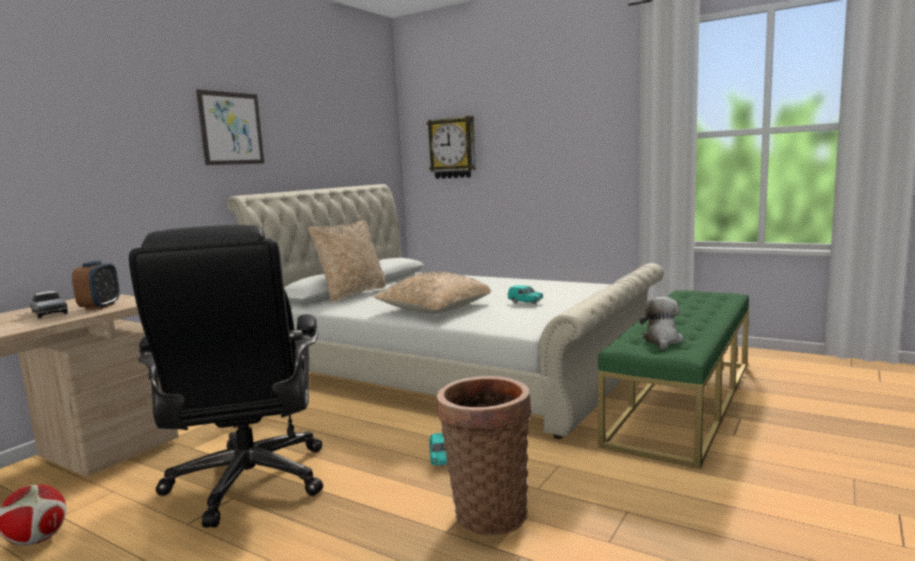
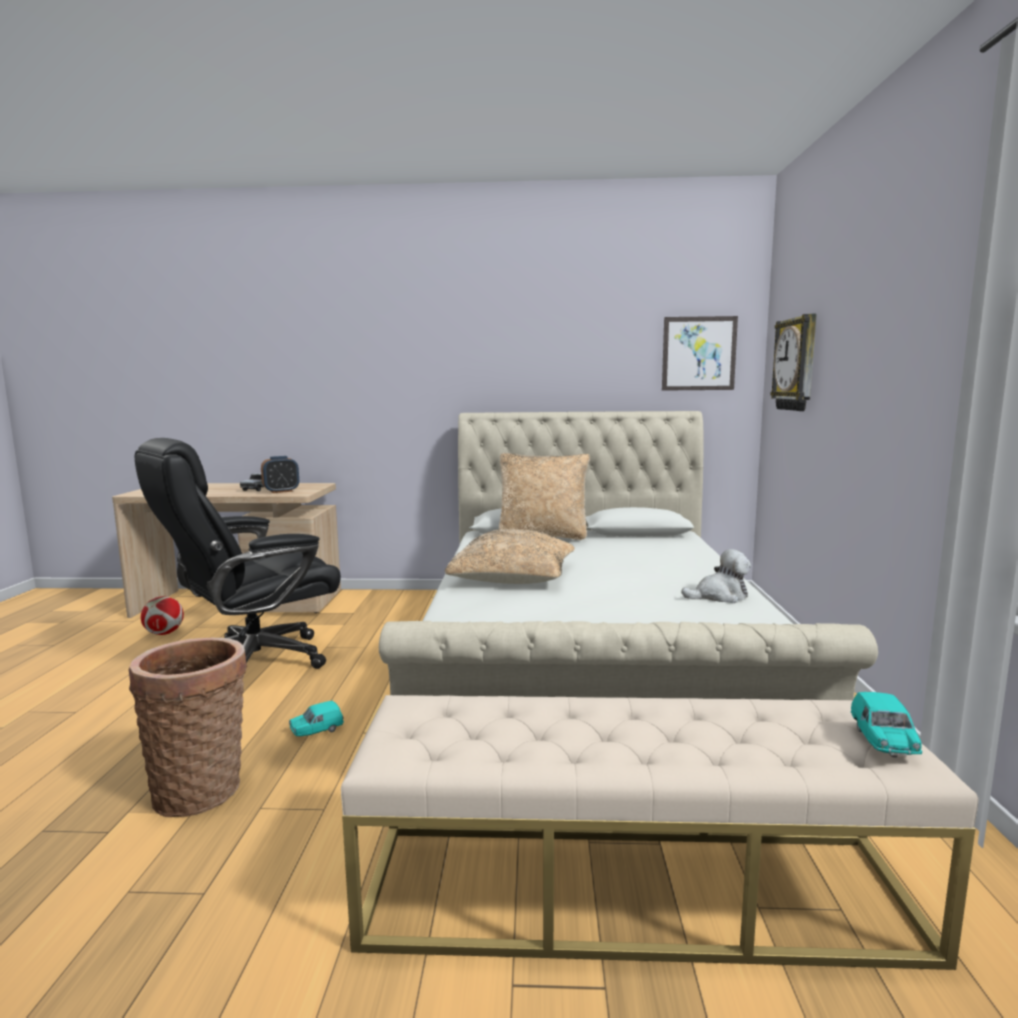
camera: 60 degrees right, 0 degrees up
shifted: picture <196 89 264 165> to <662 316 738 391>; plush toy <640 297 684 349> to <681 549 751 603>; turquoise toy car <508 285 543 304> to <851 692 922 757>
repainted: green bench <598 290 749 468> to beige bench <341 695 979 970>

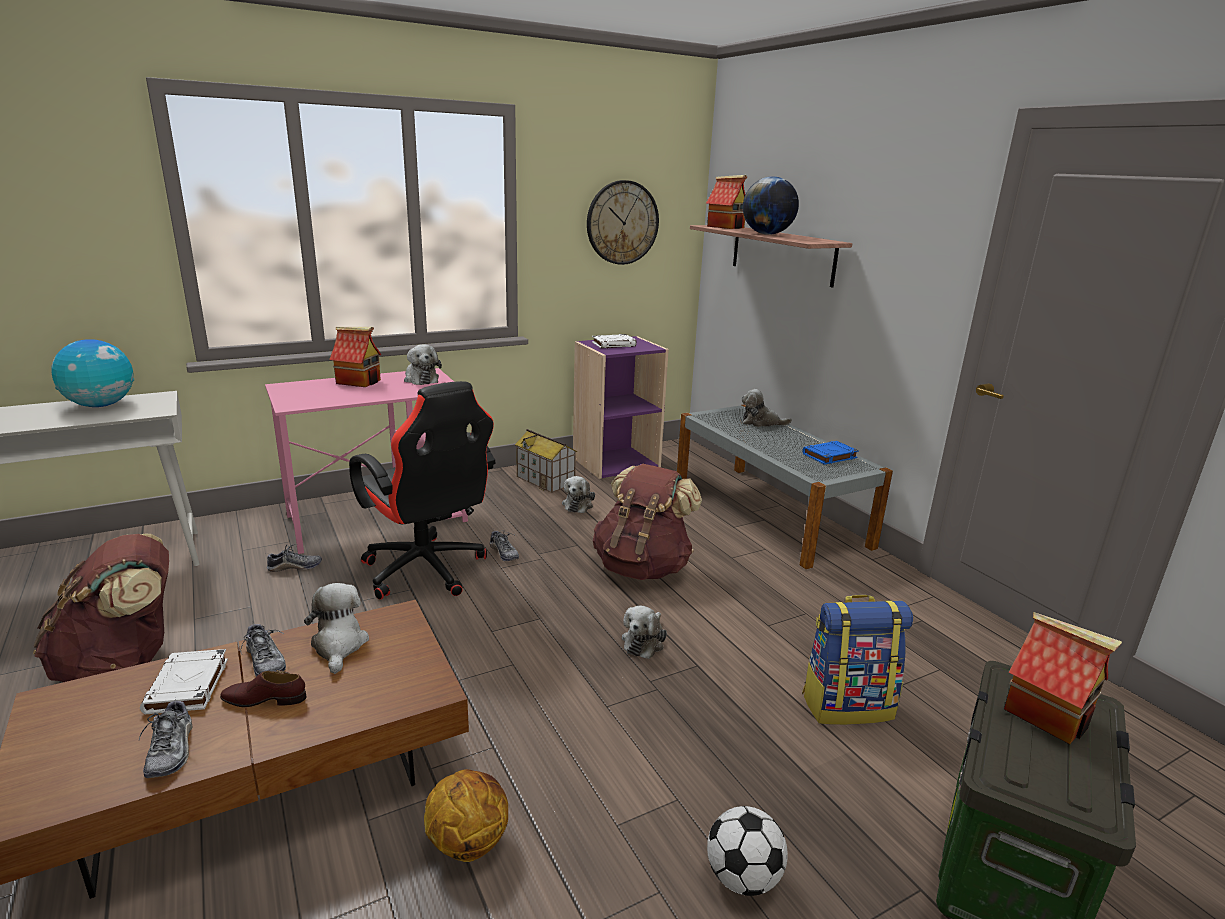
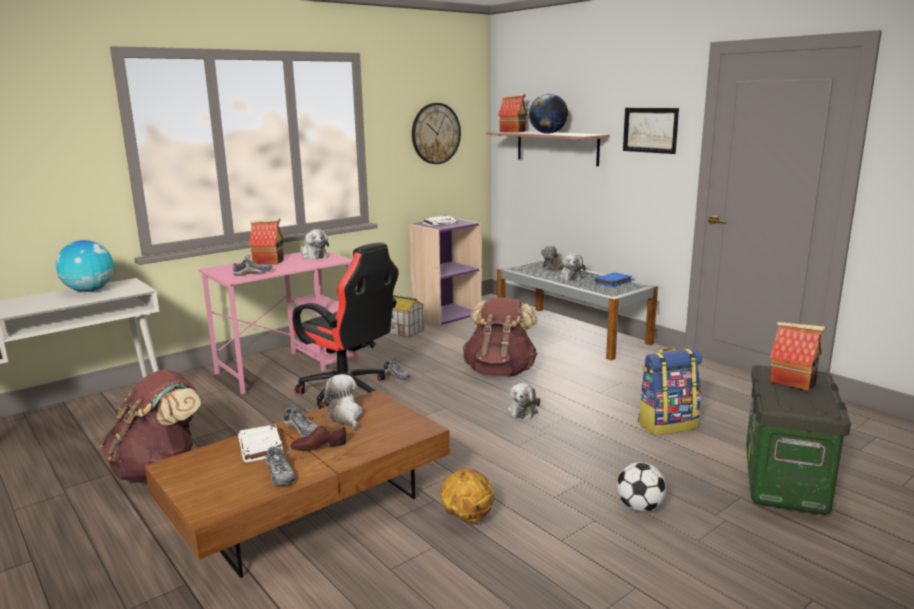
camera: 10 degrees left, 5 degrees down
new: picture <623 108 679 154>
shifted: shoe <267 544 322 572> to <233 255 272 276>; plush toy <562 476 595 513> to <559 253 586 281>

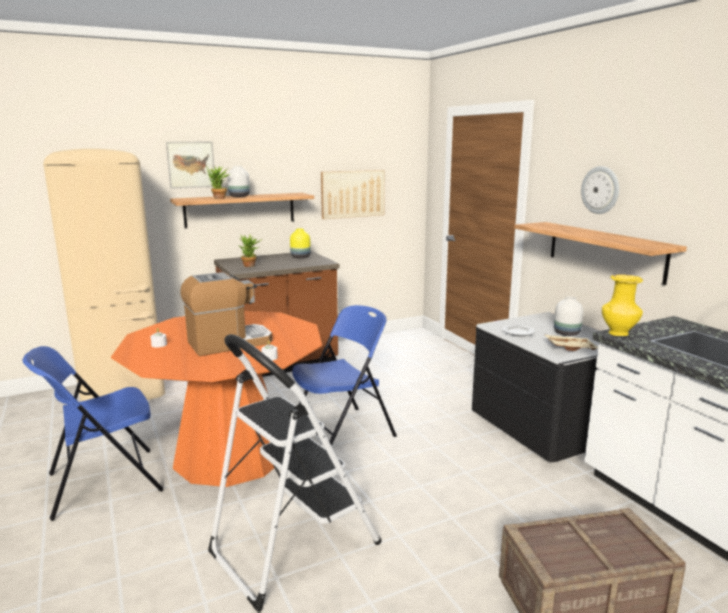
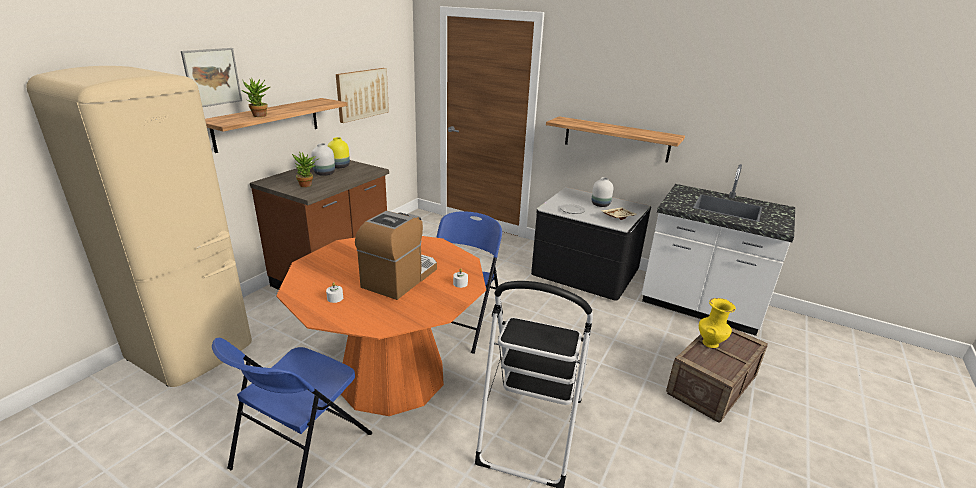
camera: 35 degrees left, 10 degrees up
gone: wall clock <581 166 619 214>
shifted: white vase <227 166 250 197> to <311 143 335 176>; yellow vase <602 274 643 336> to <699 298 736 348>

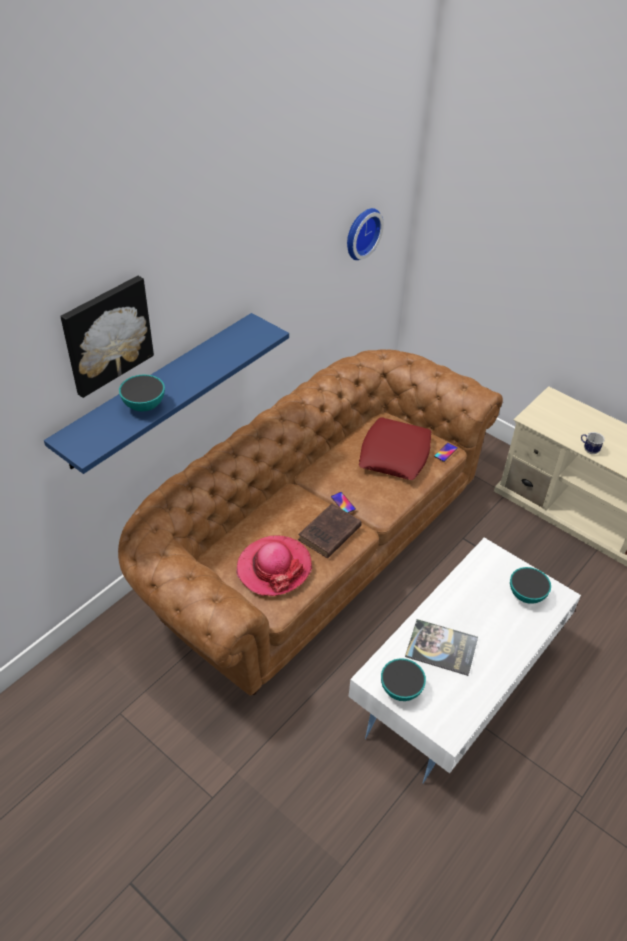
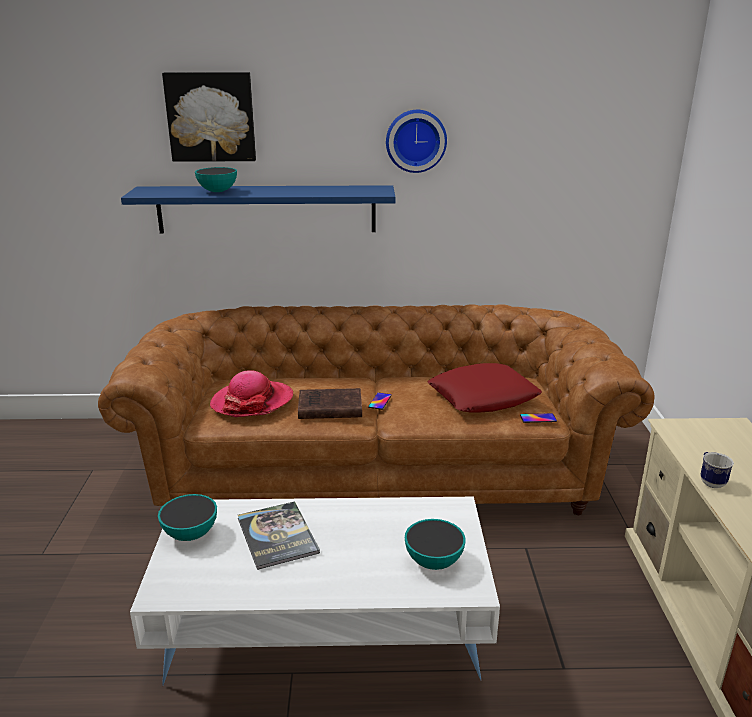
camera: 50 degrees right, 20 degrees down
shifted: wall clock <347 208 384 260> to <386 110 447 173>

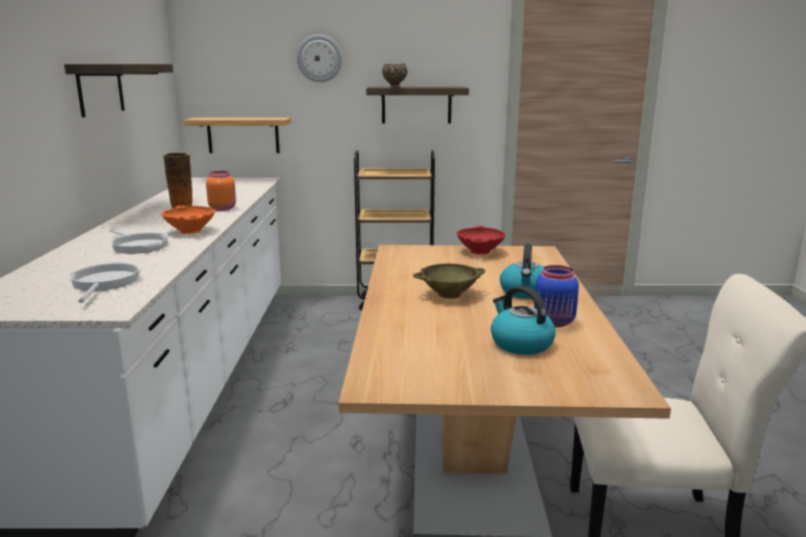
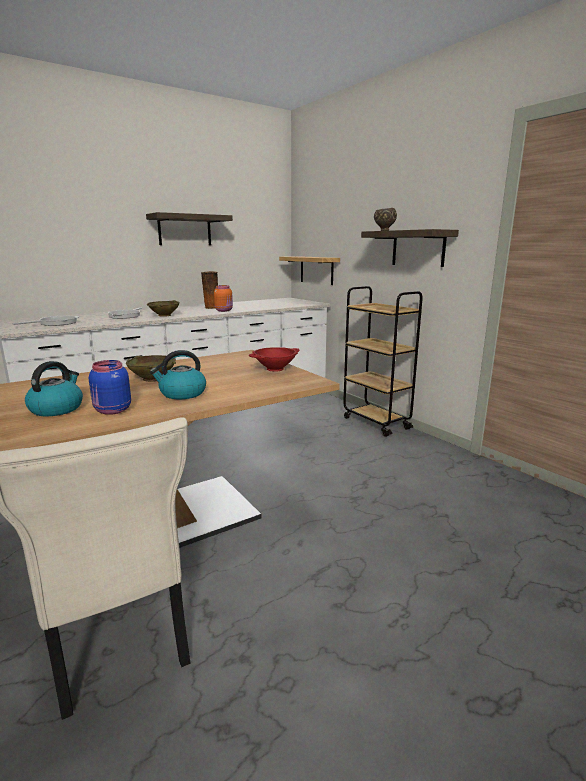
camera: 55 degrees right, 0 degrees up
gone: wall clock <297 34 342 82>
repainted: orange bowl <161 205 215 234> to beige bowl <147 300 179 317>

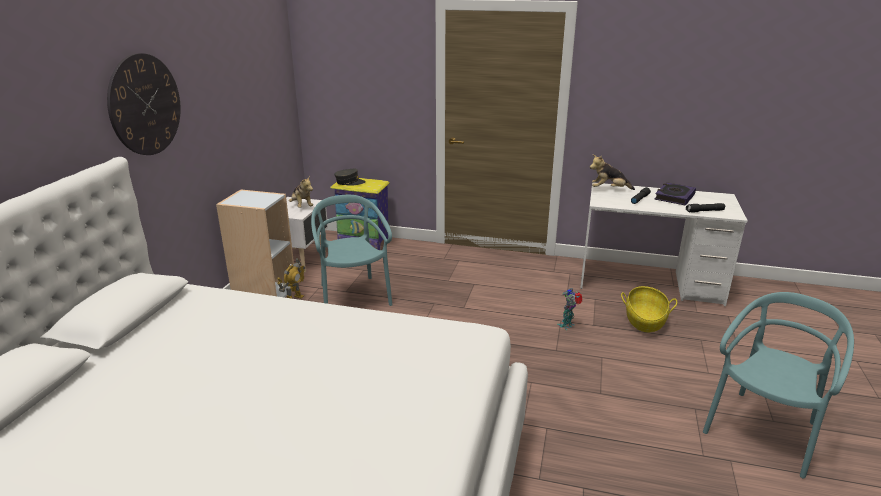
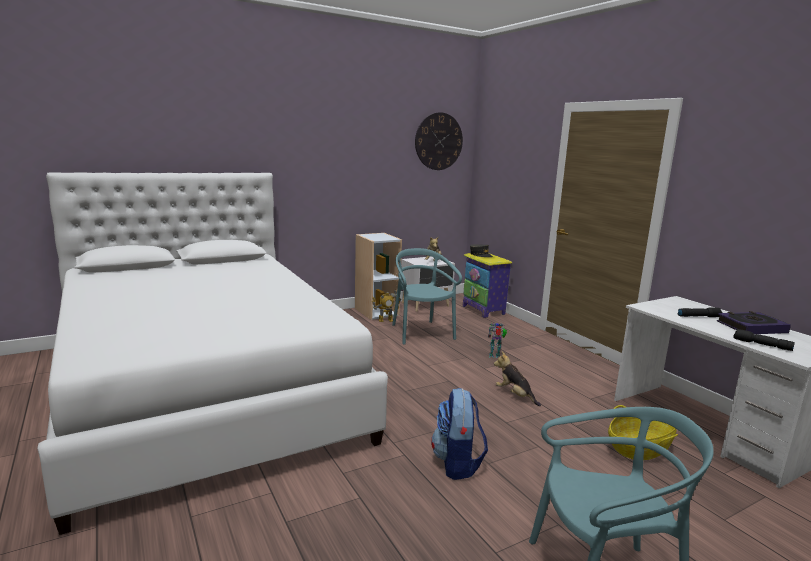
camera: 45 degrees right, 10 degrees down
new: backpack <431 388 488 480>
shifted: wall clock <107 53 181 155> to <415 112 463 170>; toy robot <557 288 582 330> to <488 323 507 358>; plush toy <590 155 635 190> to <494 352 541 406>
rotated: turquoise chair <311 195 392 306> = <392 248 462 345> 45 degrees counterclockwise

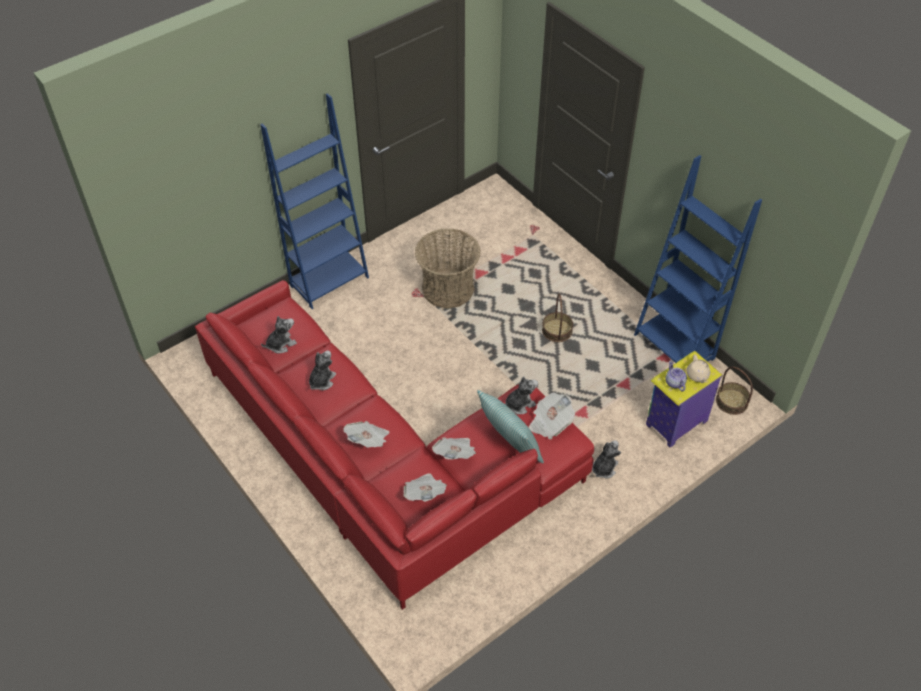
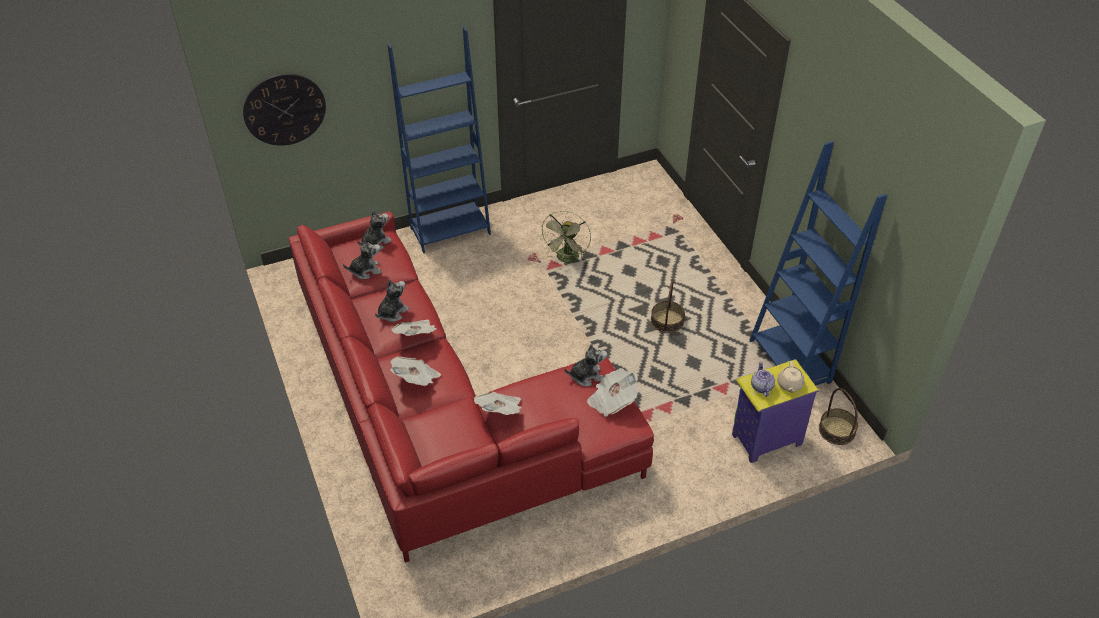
camera: 15 degrees right, 5 degrees down
gone: pillow <477 390 544 463>
new: wall clock <243 74 326 146>
shifted: plush toy <592 440 621 478> to <357 210 392 249>; newspaper <403 473 447 502> to <391 320 437 336>
swapped: basket <415 228 481 309> to green fan <540 211 591 263>

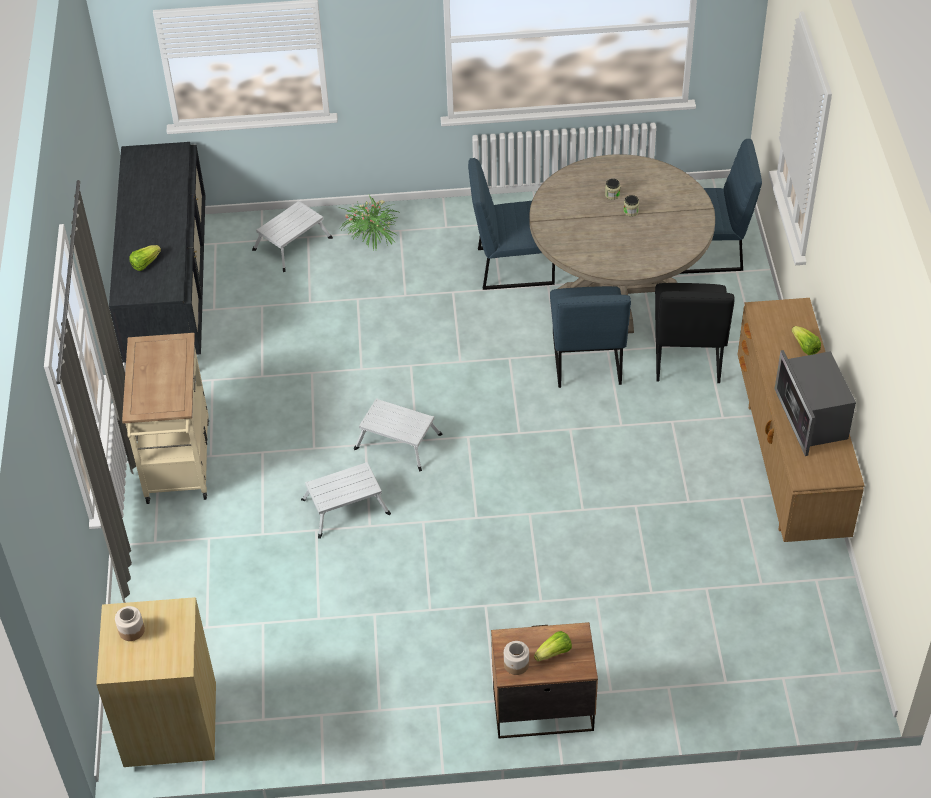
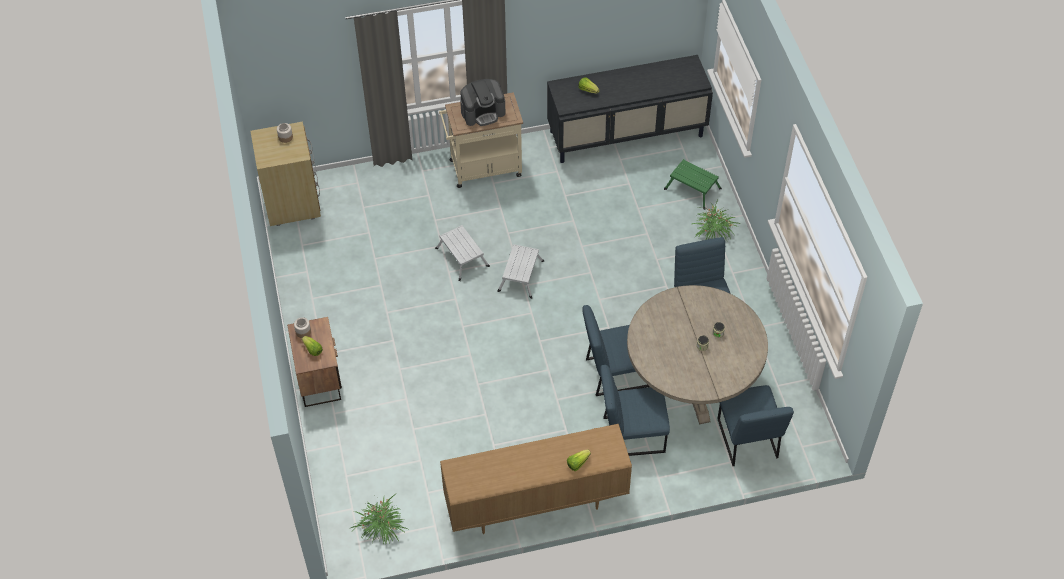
camera: 80 degrees right, 5 degrees up
gone: microwave <775 350 856 456>
new: potted plant <349 493 410 544>; coffee machine <460 79 506 126>
repainted: black chair <655 283 734 383> to blue chair <600 365 670 456>; white step ladder <252 201 333 272> to green step ladder <664 159 722 210>

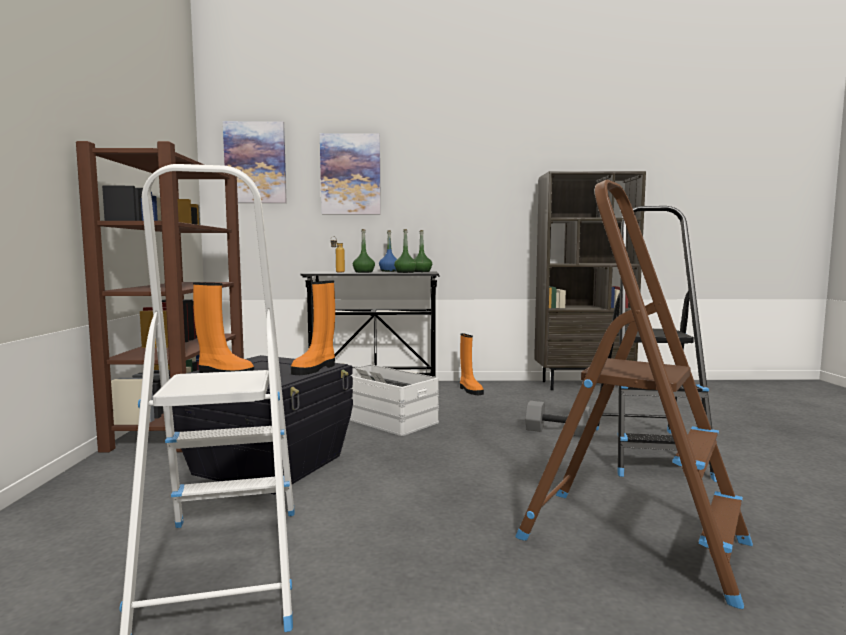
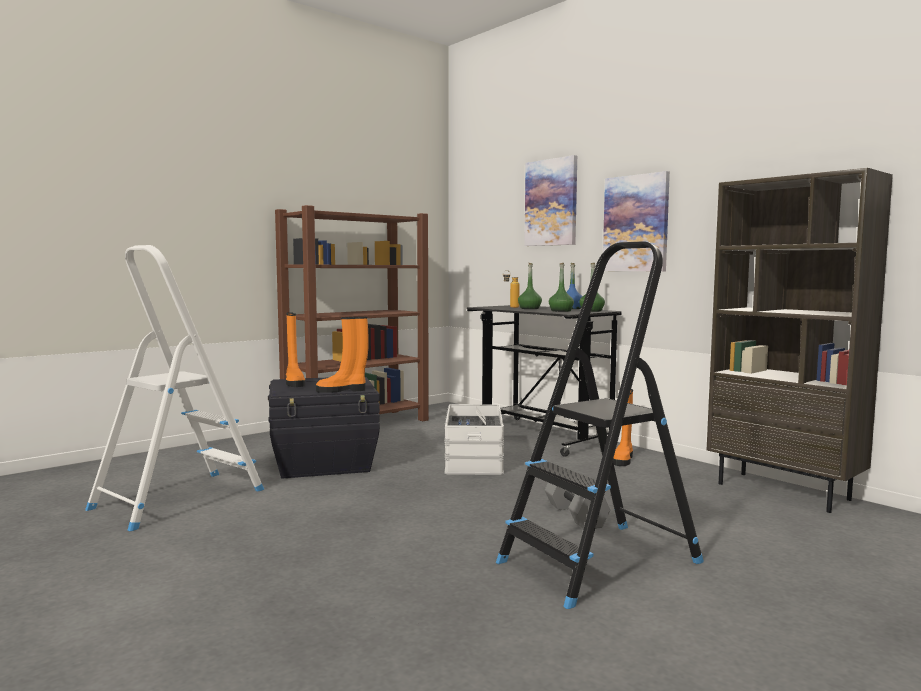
camera: 50 degrees right, 0 degrees up
gone: brown step ladder <515 179 753 609>
shifted: picture <223 121 287 203> to <603 171 670 272>

